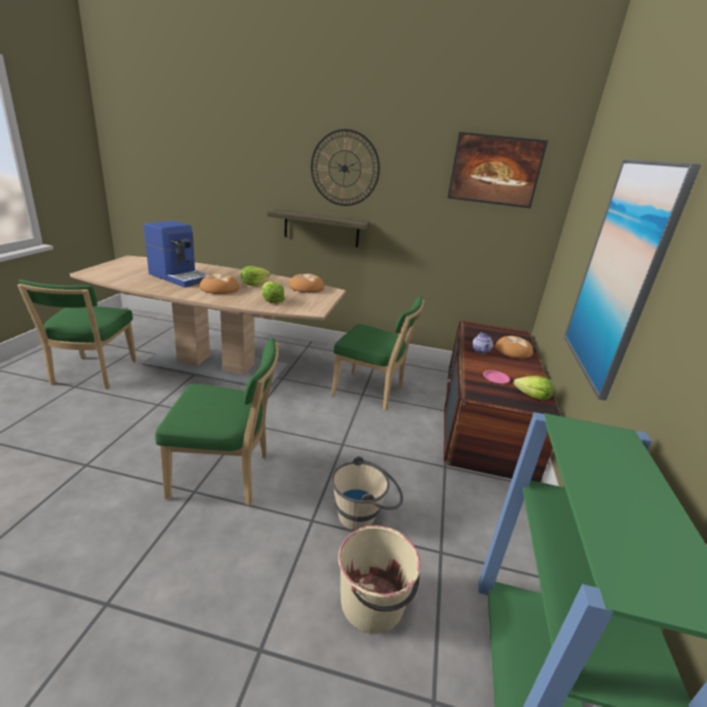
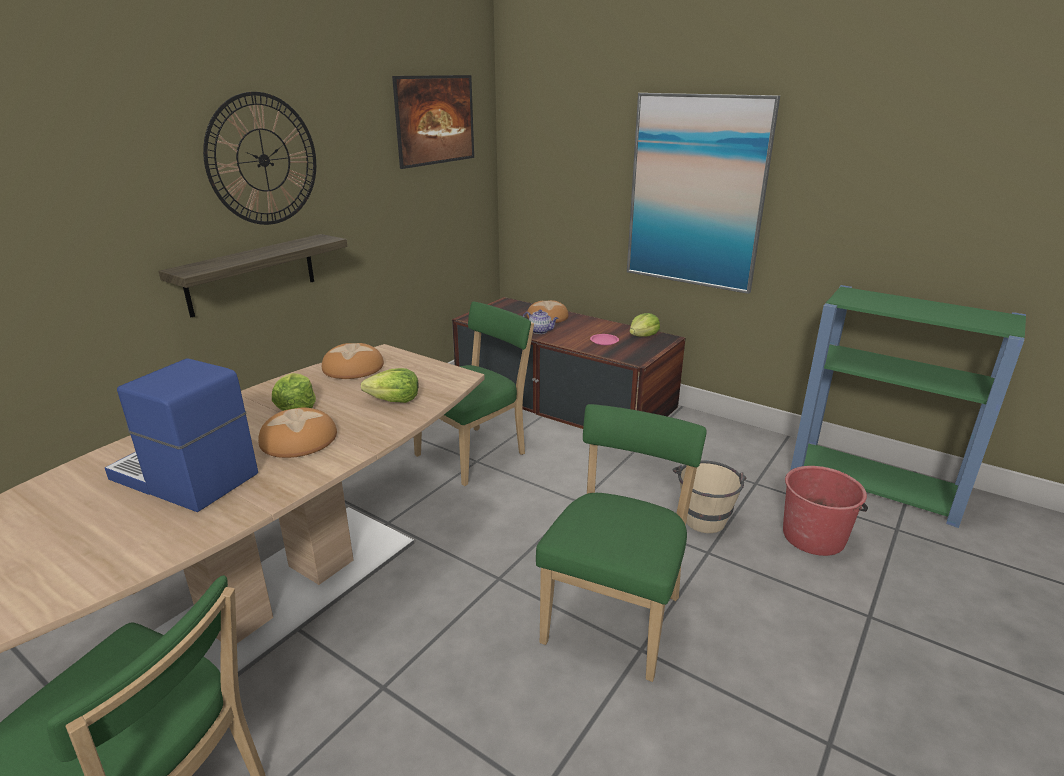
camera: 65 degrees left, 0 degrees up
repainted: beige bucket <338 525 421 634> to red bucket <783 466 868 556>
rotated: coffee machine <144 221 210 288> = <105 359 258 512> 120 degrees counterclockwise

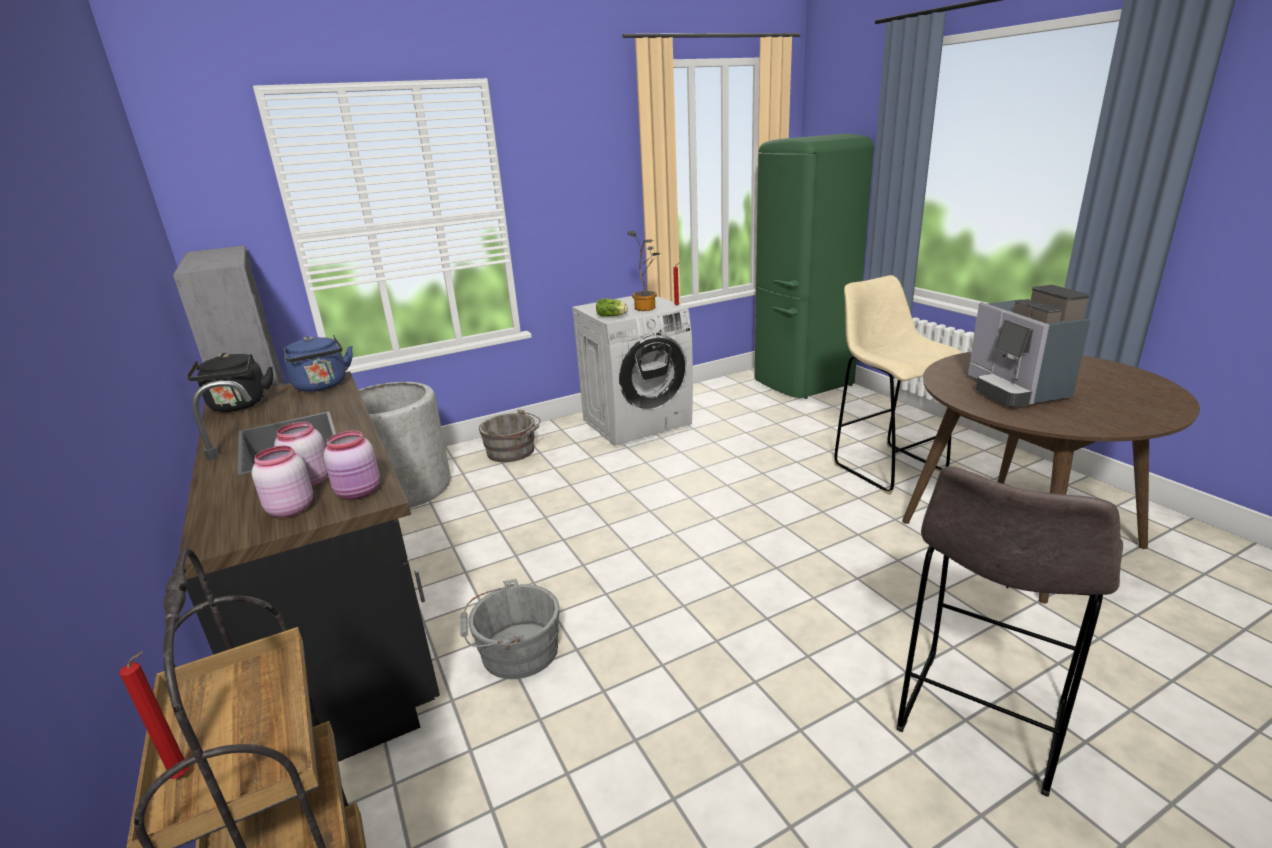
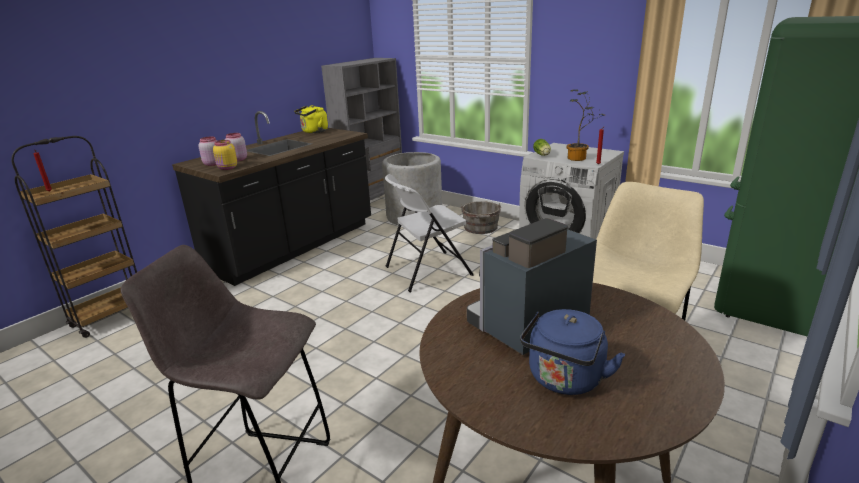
camera: 65 degrees right, 0 degrees up
gone: grey bucket <460 579 560 679>
new: white chair <385 174 474 293>
shifted: blue kettle <283 335 353 392> to <520 309 625 395>
repainted: pink jar <323 431 380 500> to yellow jar <213 140 237 170>; black kettle <186 353 273 412> to yellow kettle <294 105 328 133>

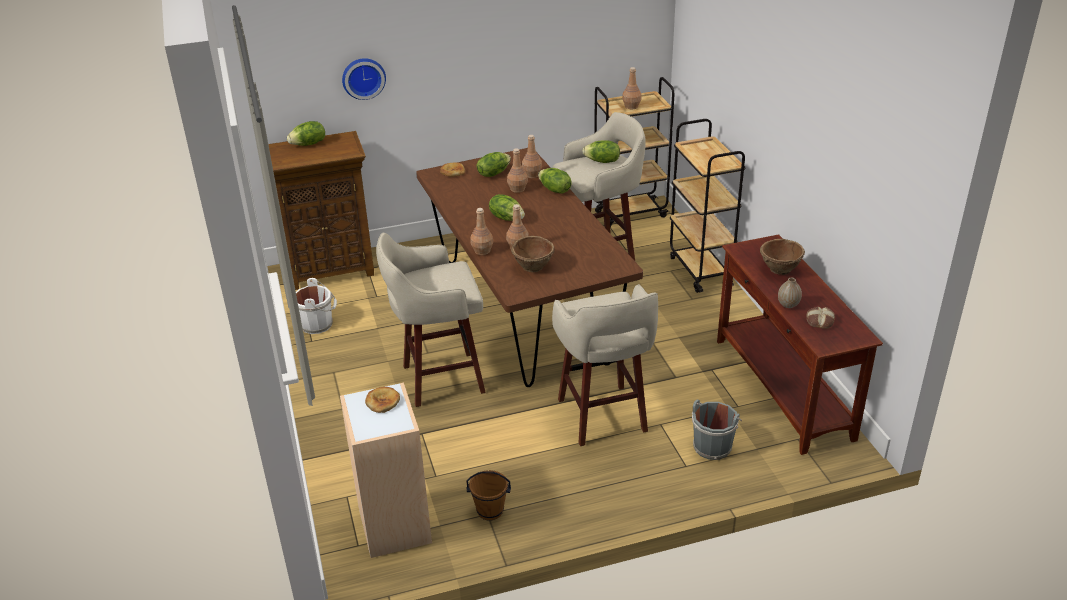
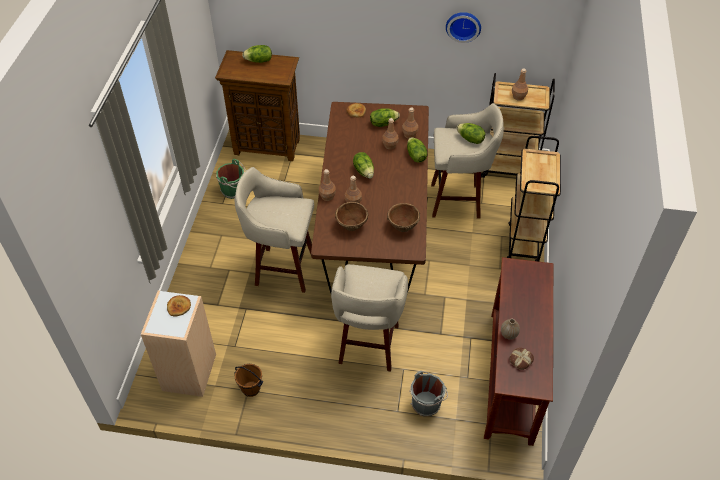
camera: 25 degrees right, 15 degrees up
shifted: brown bowl <760 239 805 275> to <387 203 420 232>; wall clock <342 58 386 100> to <446 12 481 43>
repainted: white bucket <296 278 337 334> to green bucket <216 159 246 199>

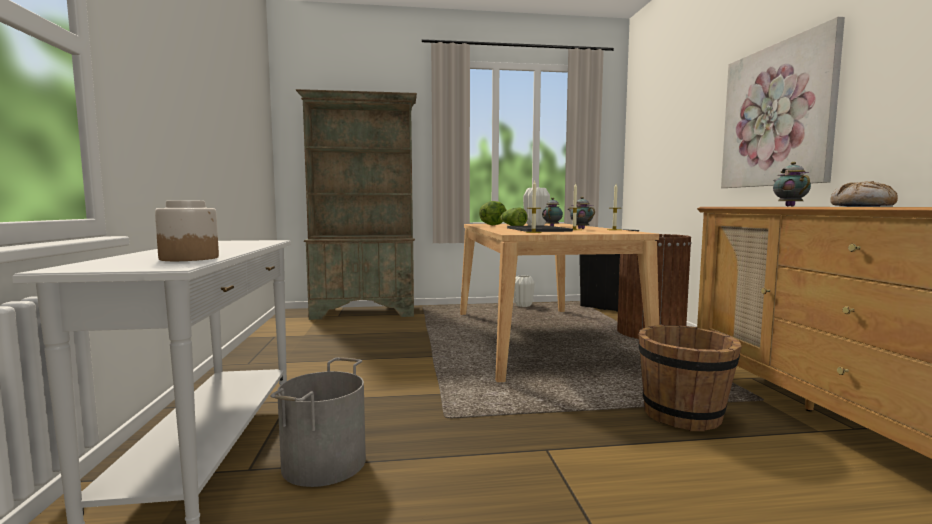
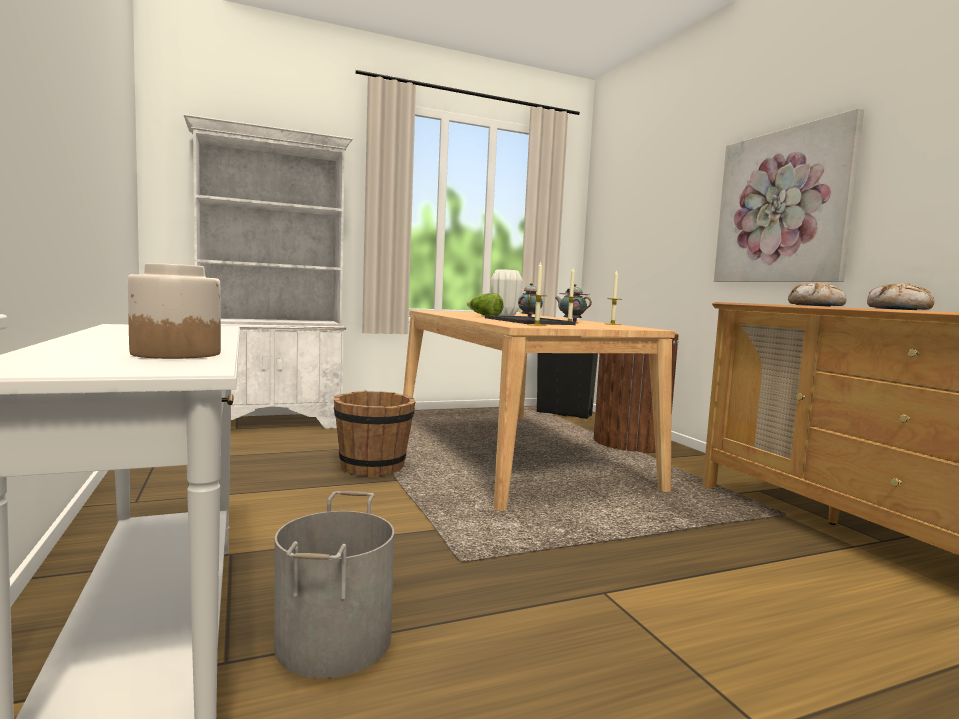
camera: 15 degrees left, 0 degrees up
gone: lettuce <479 201 507 225>; white vase <514 275 534 307>
shifted: brown bucket <638 324 742 431> to <334 391 416 477>
swapped: teapot <773 162 811 206> to bread <788 282 847 307>
repainted: green bookcase <296 89 417 320> to white bookcase <184 114 353 429>

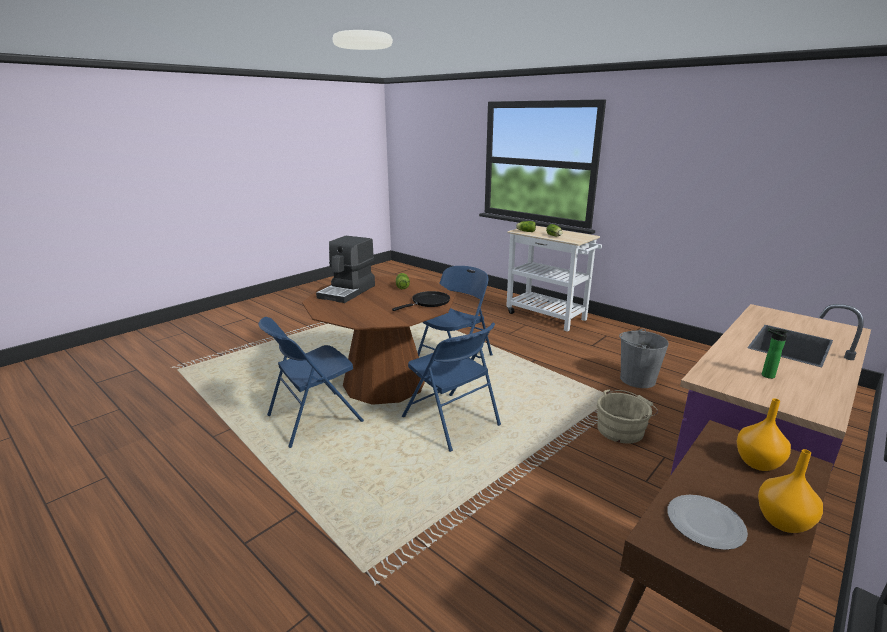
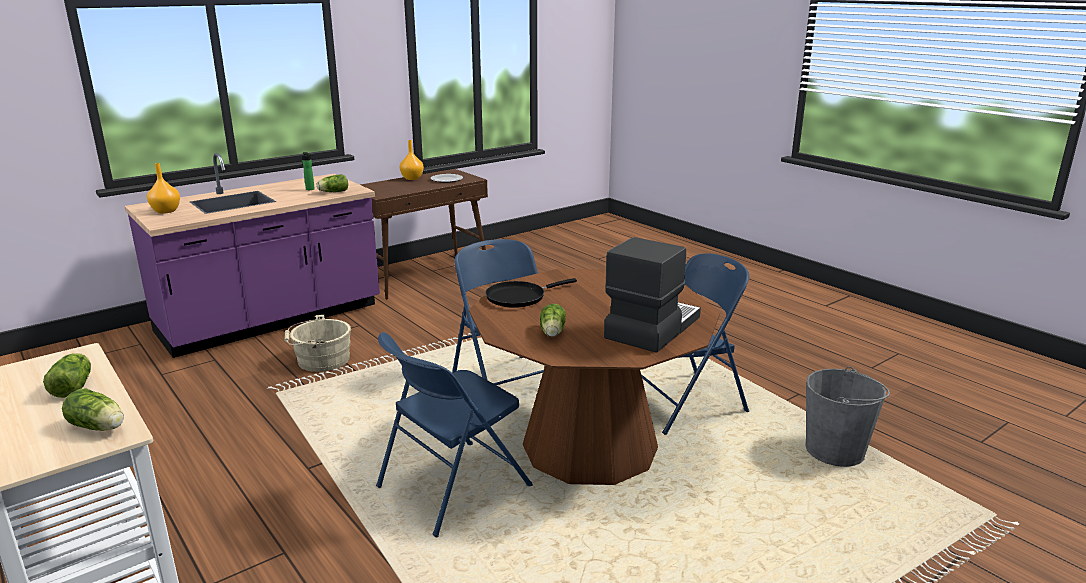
camera: 170 degrees left, 0 degrees up
new: lettuce <317 174 348 192>
shifted: orange vase <736 398 791 471> to <147 163 180 214>; grey bucket <619 329 669 388> to <805 367 890 467>

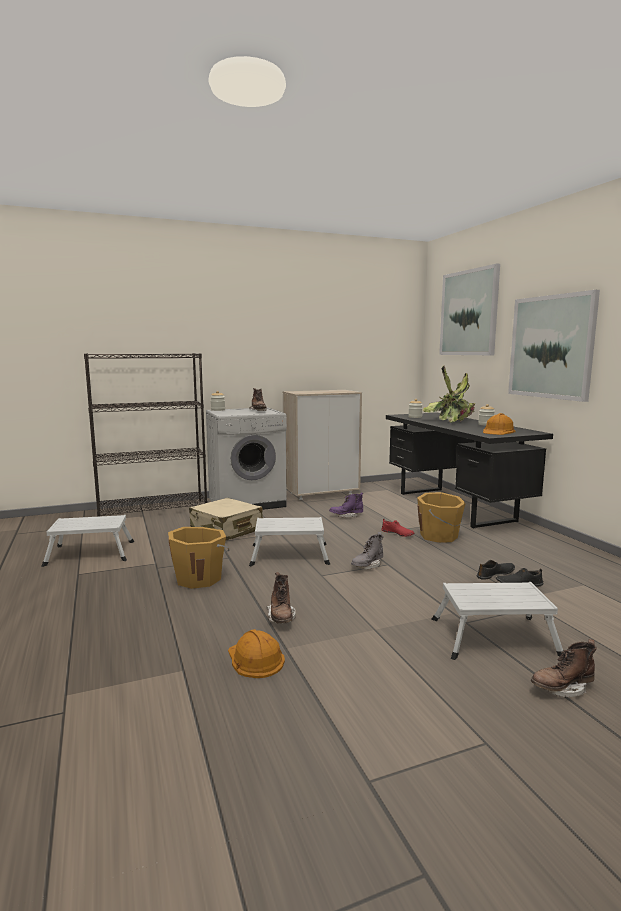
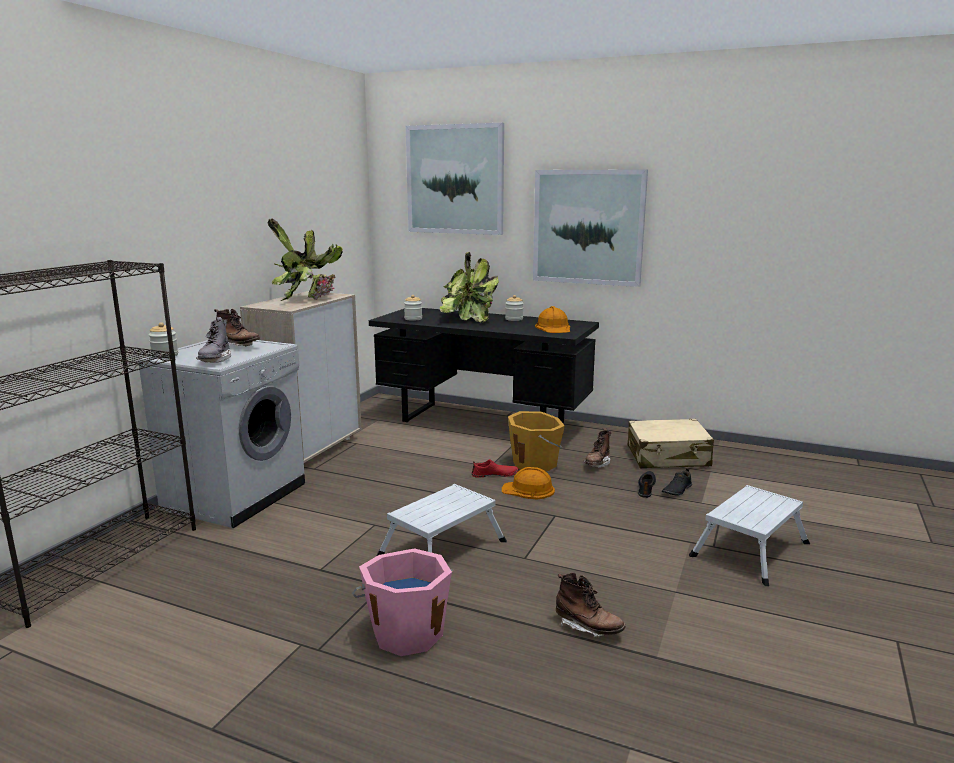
camera: 45 degrees left, 5 degrees up
gone: white step ladder <42 515 134 567>; purple boot <329 493 363 518>
new: potted plant <268 219 343 301>
shifted: grey boot <351 532 384 570> to <196 317 231 363>; orange hard hat <228 629 285 678> to <502 467 555 499>; brown boot <531 639 597 697> to <584 428 611 468>; beige suitcase <189 498 263 540> to <628 419 714 468>
repainted: orange bucket <168 527 230 589> to pink bucket <352 548 454 656>

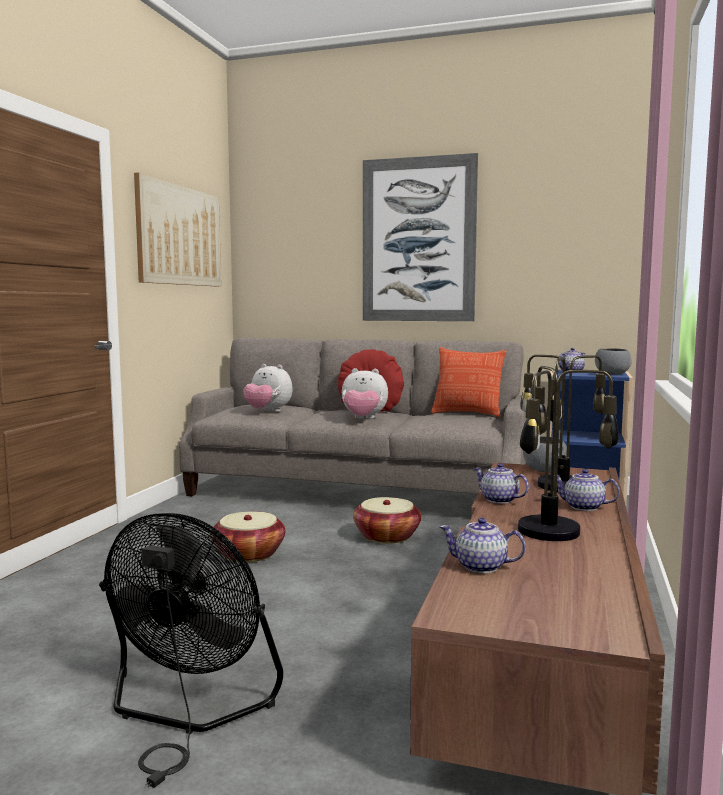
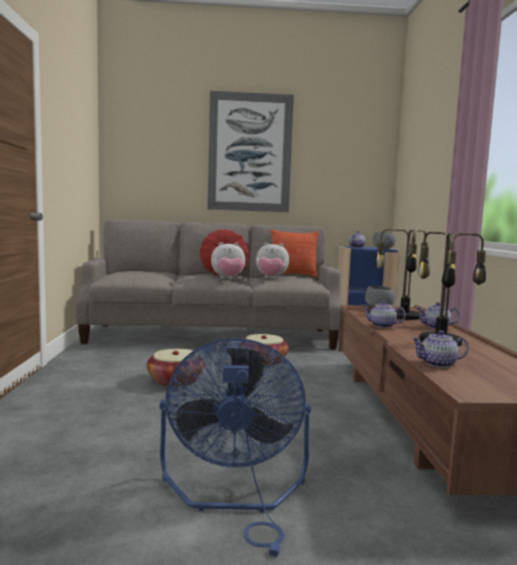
camera: 20 degrees left, 0 degrees up
gone: picture <134 172 221 286>
shifted: plush toy <243 364 292 412> to <256 242 289 279>
repainted: black fan <99 513 283 788> to blue fan <160 338 311 557>

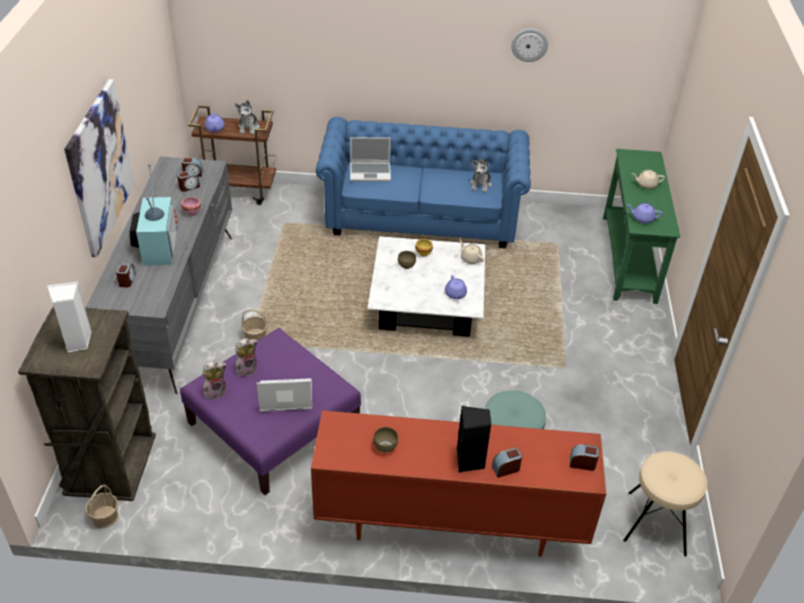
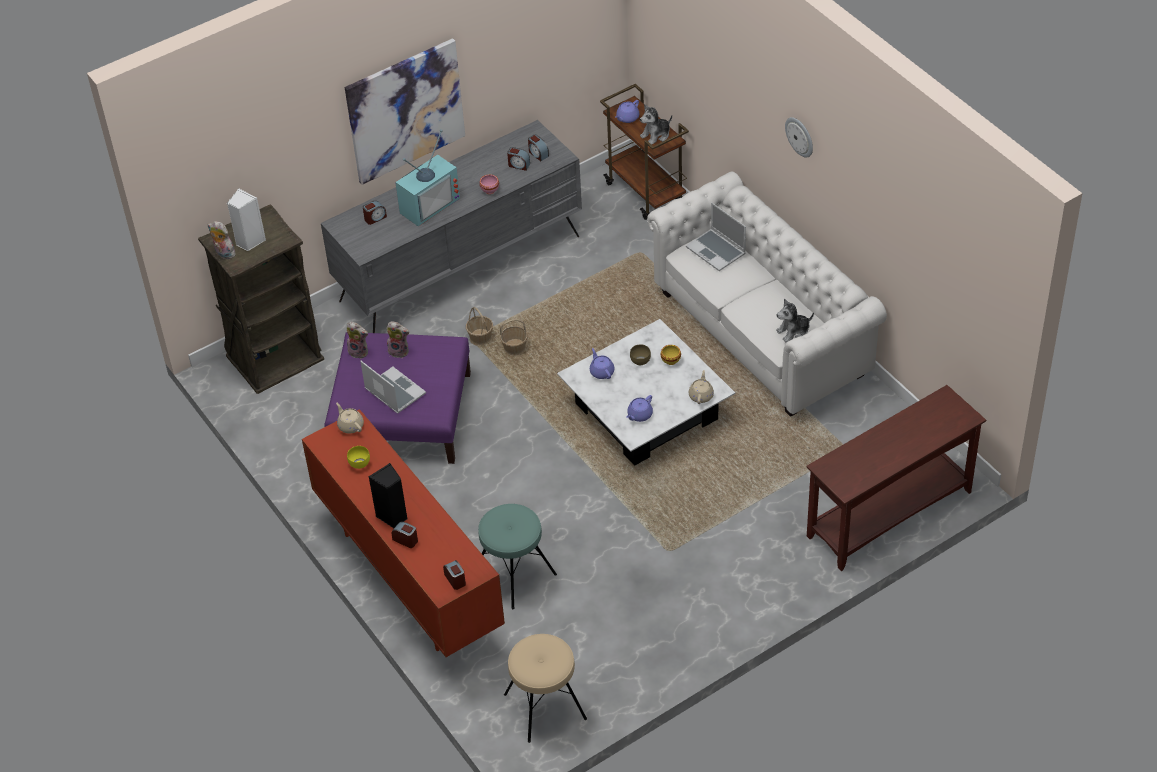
camera: 55 degrees right, 5 degrees up
new: plush toy <208 221 236 259>
shifted: beige teapot <632 170 665 189> to <336 403 364 434>; basket <85 485 118 528> to <500 319 528 356>; purple teapot <627 203 662 223> to <590 348 615 379>; wall clock <511 29 548 62> to <785 117 813 158>
repainted: brown bowl <373 427 398 453> to yellow bowl <347 446 370 469>; blue sofa <316 117 531 248> to white sofa <647 171 887 417>; green console table <603 149 680 304> to brown console table <806 385 986 571>

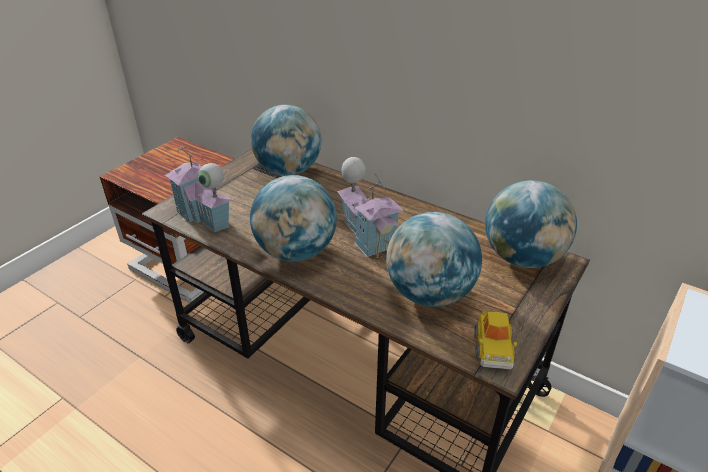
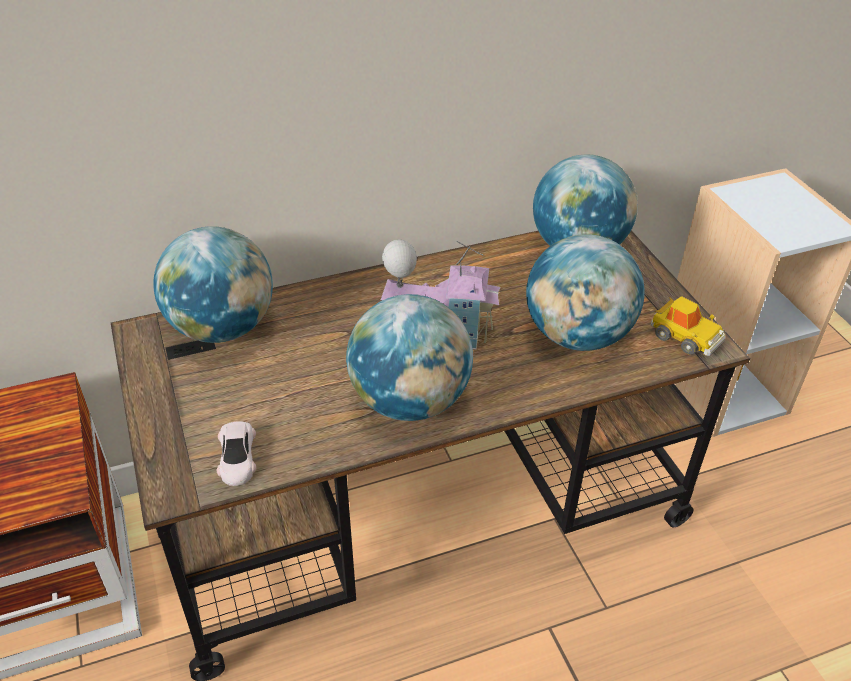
camera: 55 degrees left, 5 degrees up
swapped: toy house <165 147 232 232> to white toy car <217 421 256 486>

